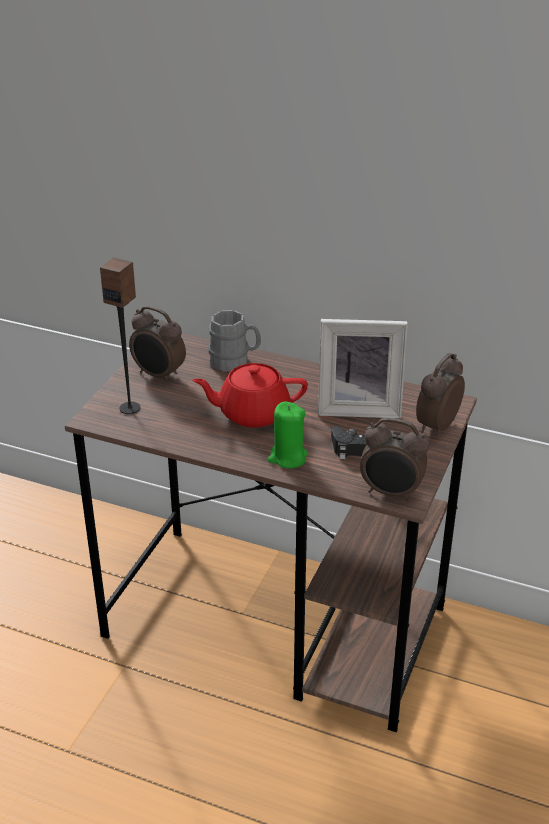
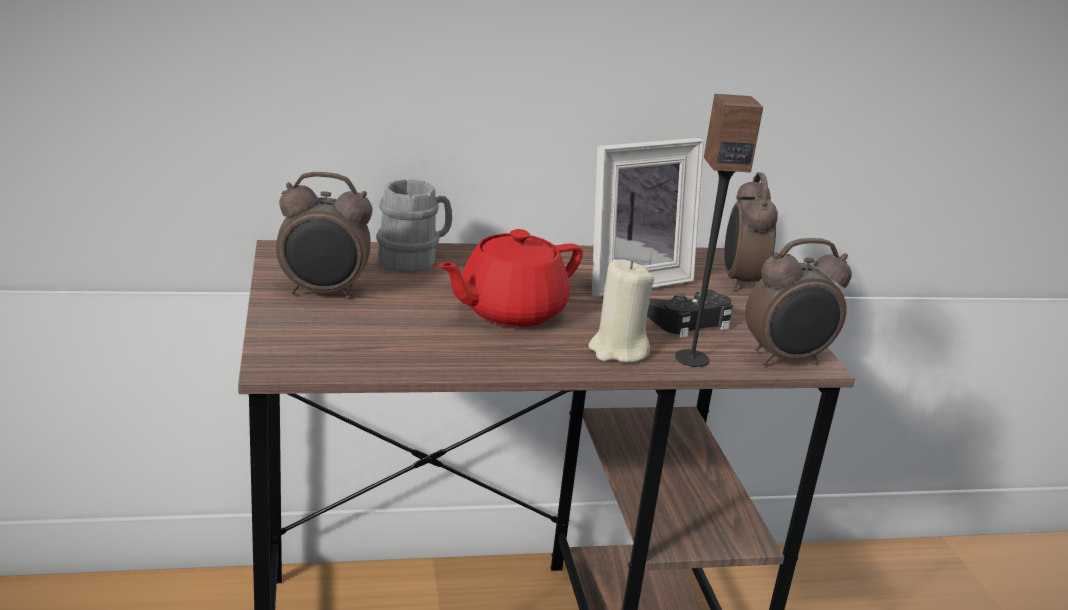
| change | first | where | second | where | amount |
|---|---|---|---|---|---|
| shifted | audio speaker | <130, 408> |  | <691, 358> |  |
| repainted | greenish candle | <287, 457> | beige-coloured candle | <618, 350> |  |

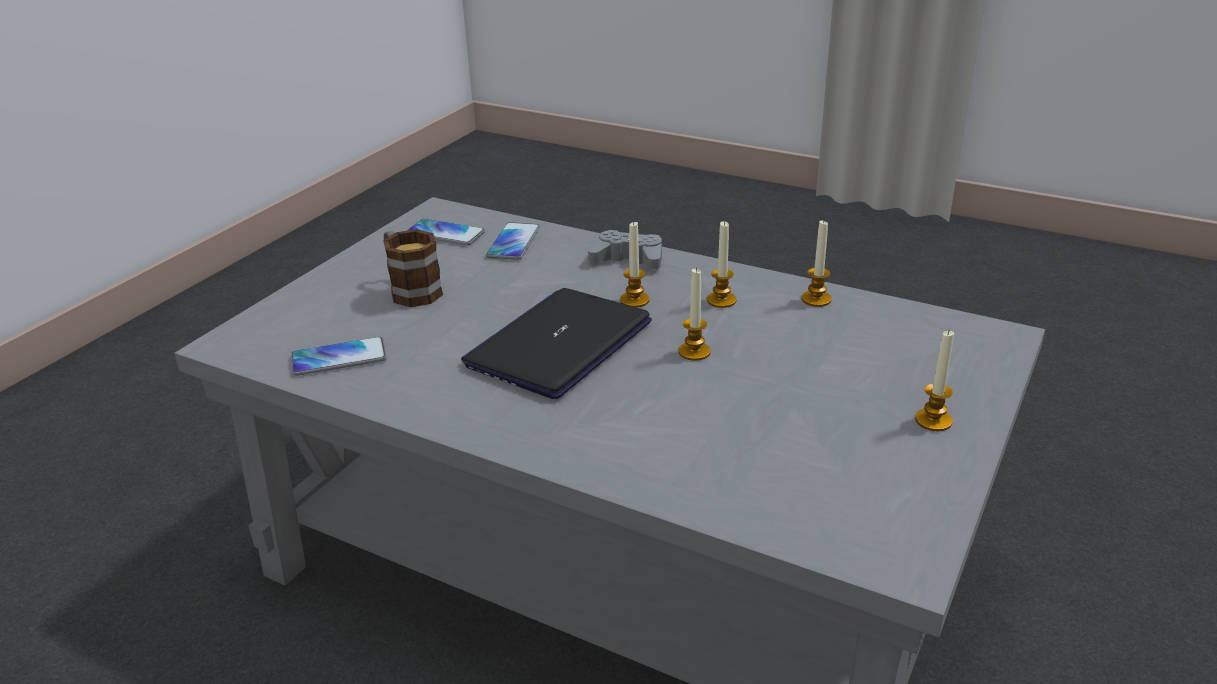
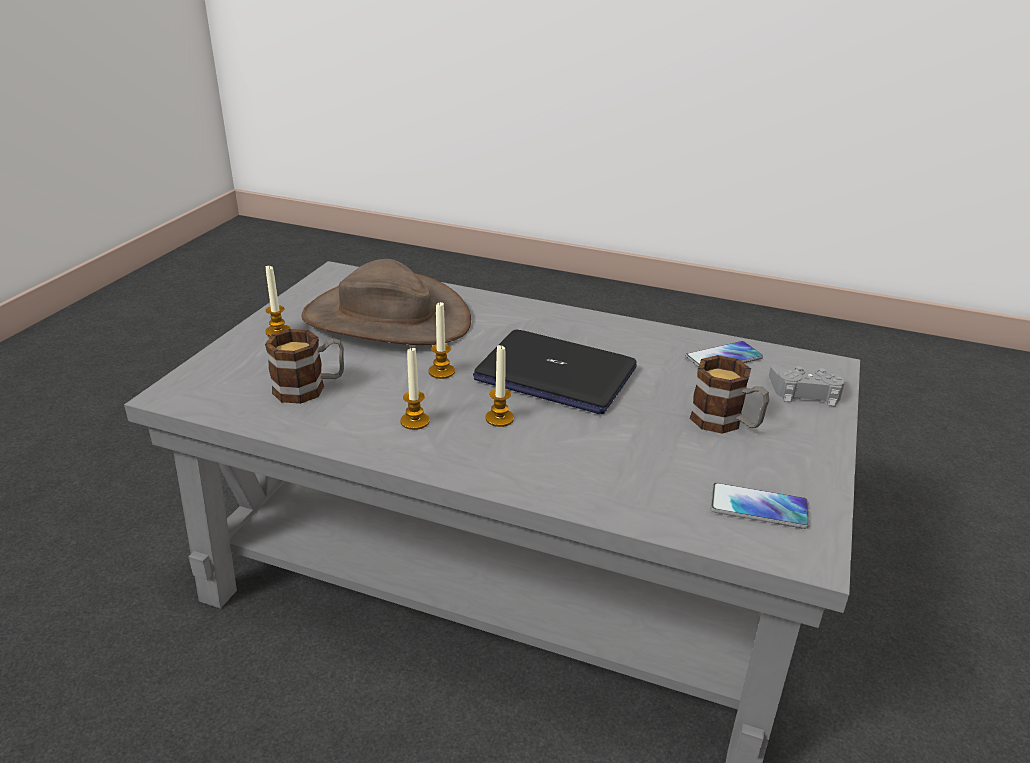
| change | first | where | second | where | amount |
|---|---|---|---|---|---|
| rotated | notebook computer | <559, 344> |  | <554, 374> | 90 degrees clockwise |
| gone | telephone | <513, 242> |  |  |  |
| shifted | grey gamepad | <628, 259> |  | <806, 391> |  |
| gone | candle | <816, 299> |  |  |  |
| new |  |  | tea mug | <310, 388> |  |
| new |  |  | brownish clothing hat | <386, 319> |  |

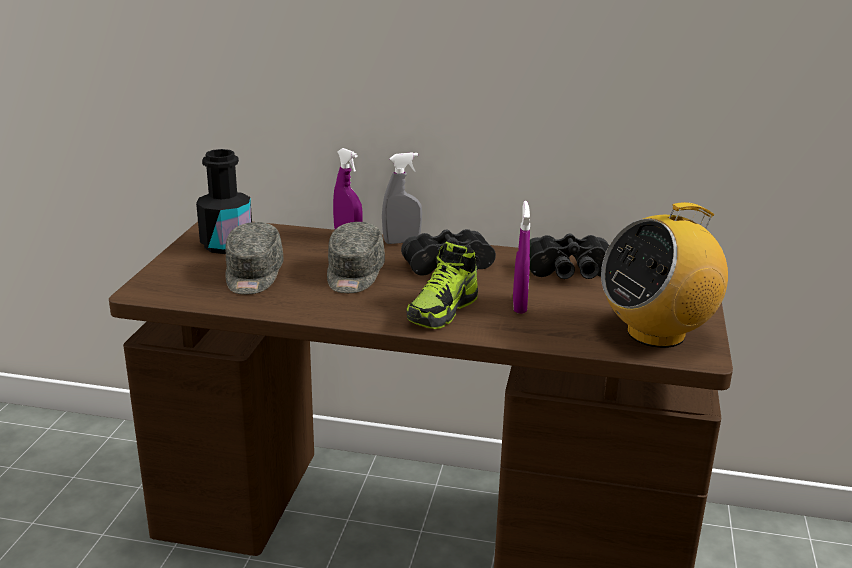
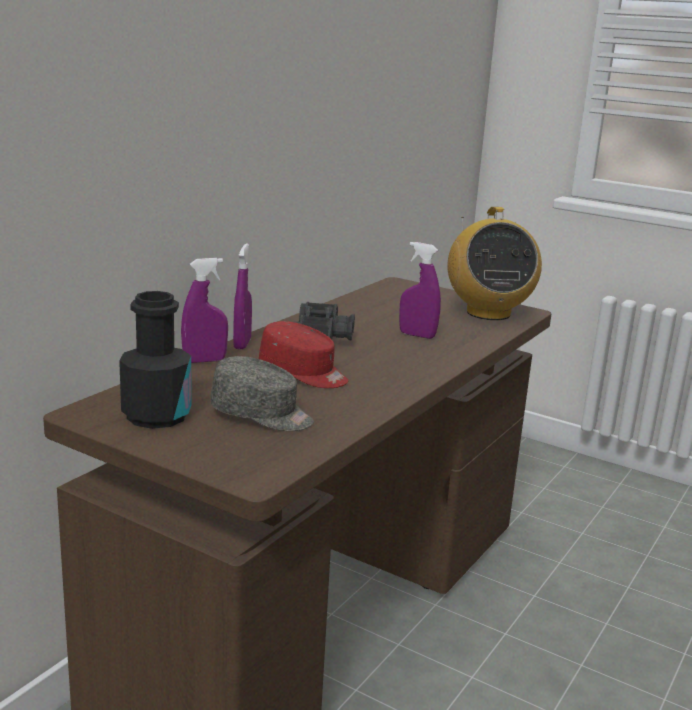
| change | first | where | second | where | amount |
|---|---|---|---|---|---|
| repainted | grey peaked cap | <354, 274> | red peaked cap | <303, 374> |  |
| repainted | grey sprayer | <401, 241> | purple sprayer | <242, 344> |  |
| gone | low shoe | <443, 311> |  |  |  |
| gone | black binoculars | <570, 273> |  |  |  |

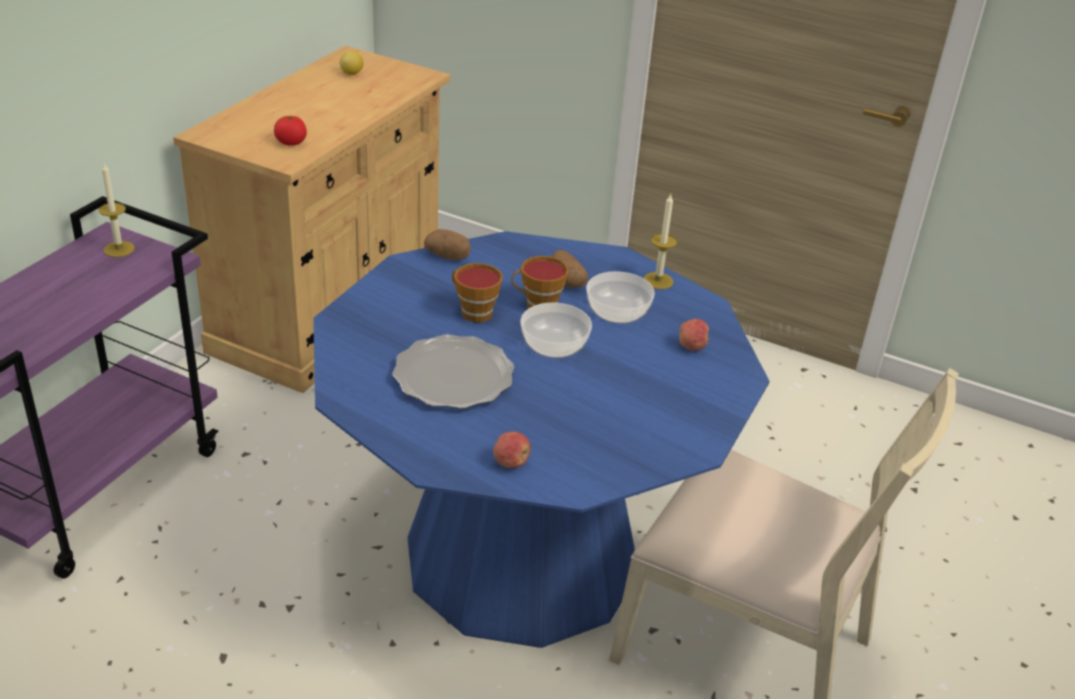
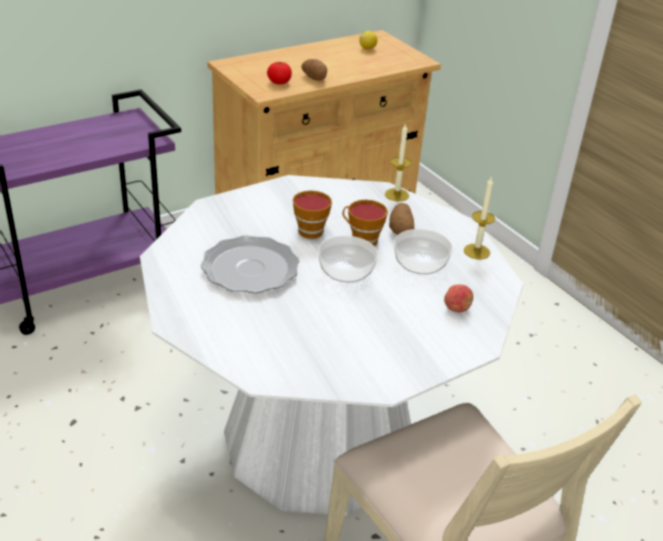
| change | first | where | second | where | amount |
|---|---|---|---|---|---|
| shifted | candle | <119, 249> |  | <396, 195> |  |
| repainted | bluish kitchen table | <522, 554> | white-coloured kitchen table | <319, 438> |  |
| shifted | spud | <448, 256> |  | <315, 78> |  |
| gone | apple | <511, 462> |  |  |  |

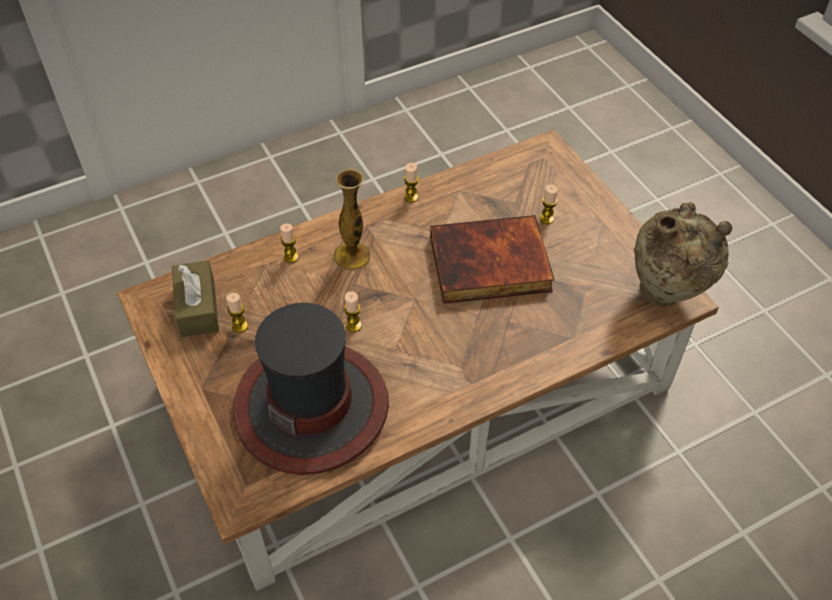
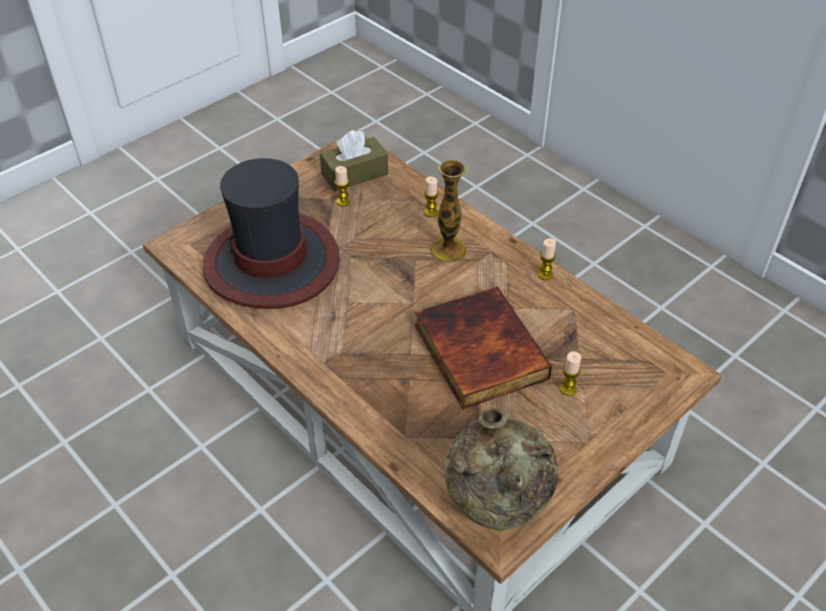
| change | first | where | second | where | amount |
|---|---|---|---|---|---|
| gone | candle | <353, 325> |  |  |  |

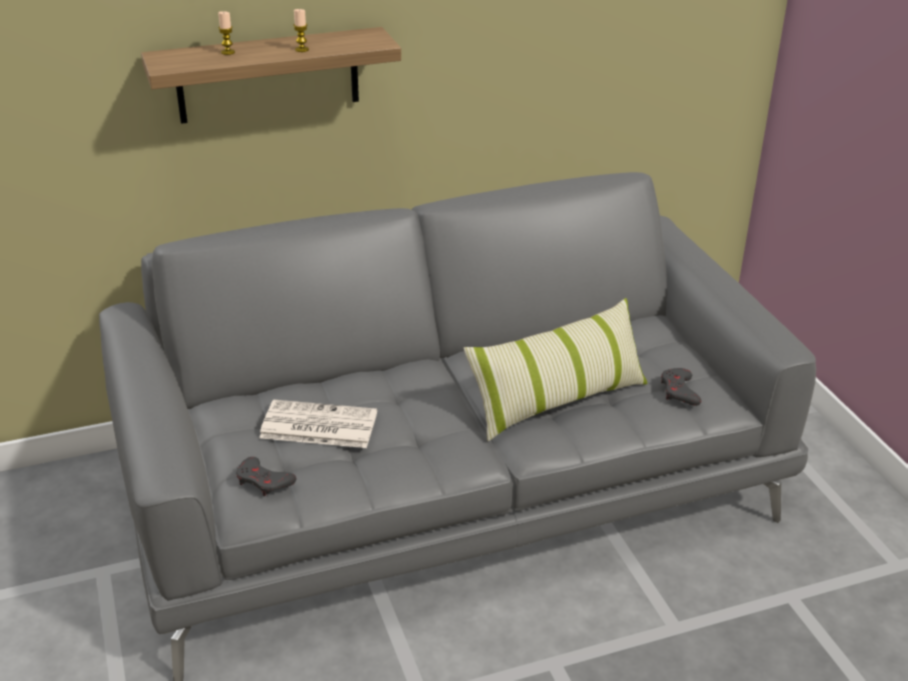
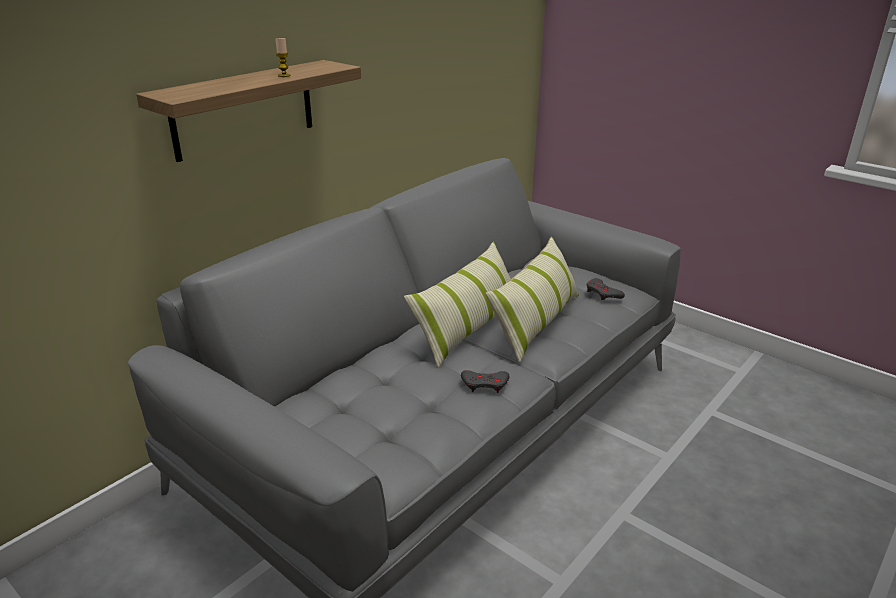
| change | first | where | second | where | amount |
|---|---|---|---|---|---|
| gone | candle | <228, 52> |  |  |  |
| shifted | grey gamepad | <264, 481> |  | <485, 384> |  |
| gone | newspaper | <317, 426> |  |  |  |
| new |  |  | cushion | <468, 328> |  |

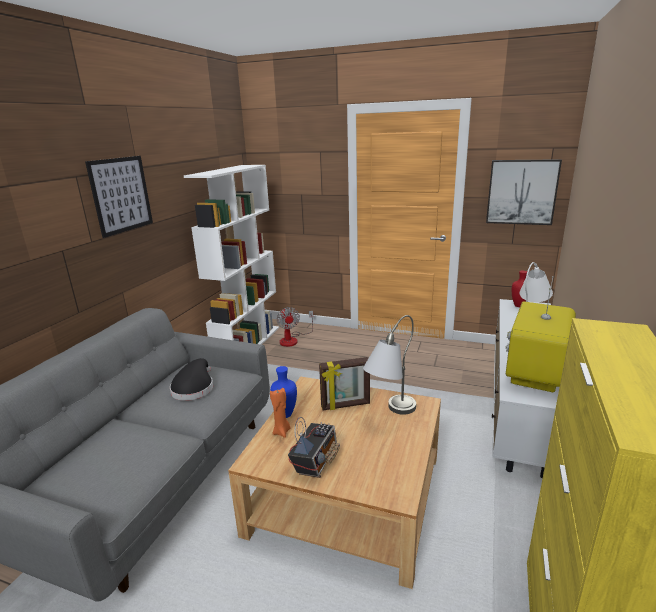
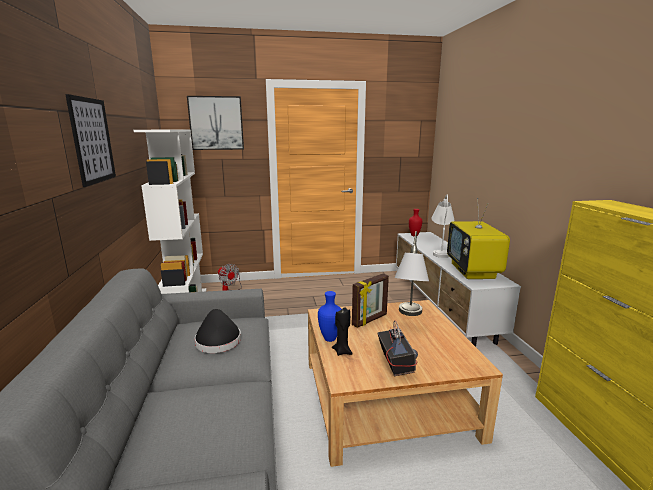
| change | first | where | second | where | amount |
|---|---|---|---|---|---|
| repainted | orange-coloured candle | <282, 432> | black candle | <342, 351> |  |
| shifted | wall picture | <521, 192> |  | <216, 123> |  |

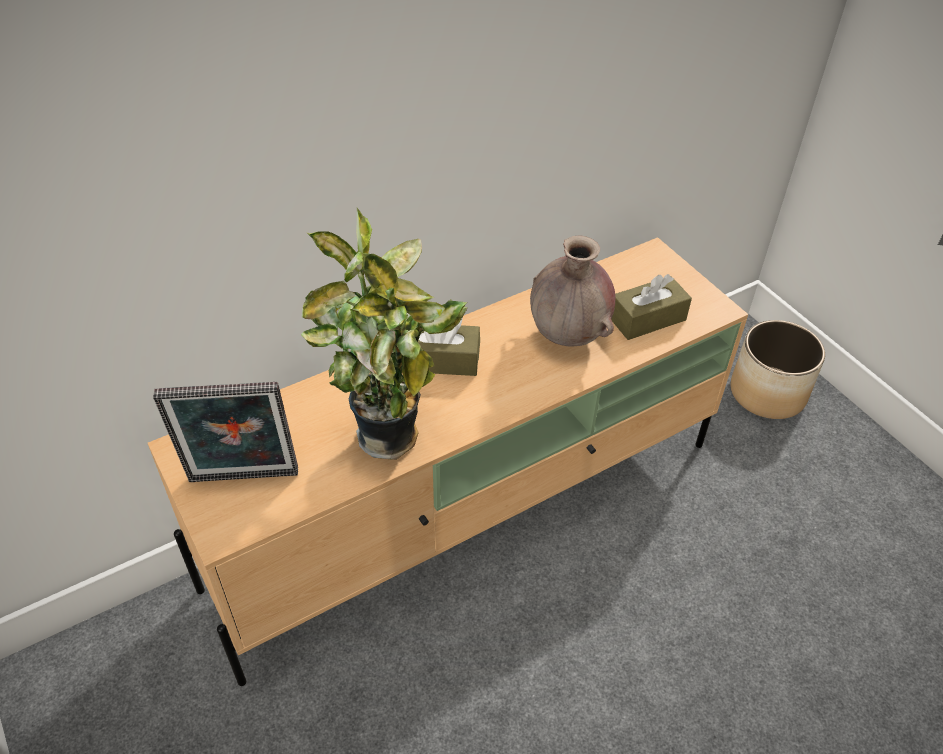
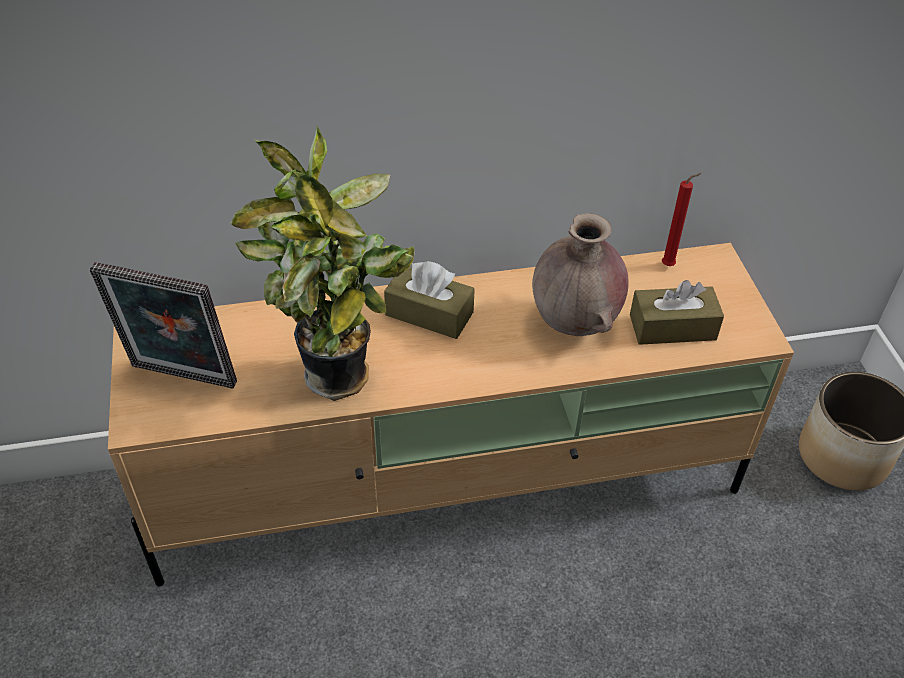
| change | first | where | second | where | amount |
|---|---|---|---|---|---|
| new |  |  | red candle | <670, 265> |  |

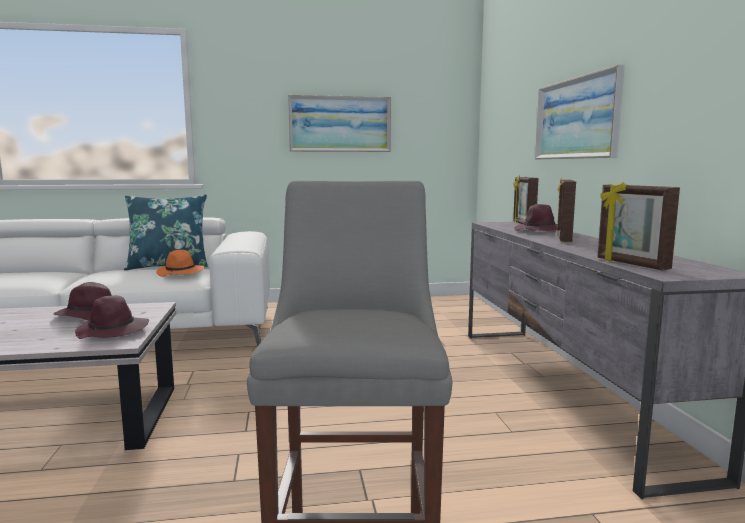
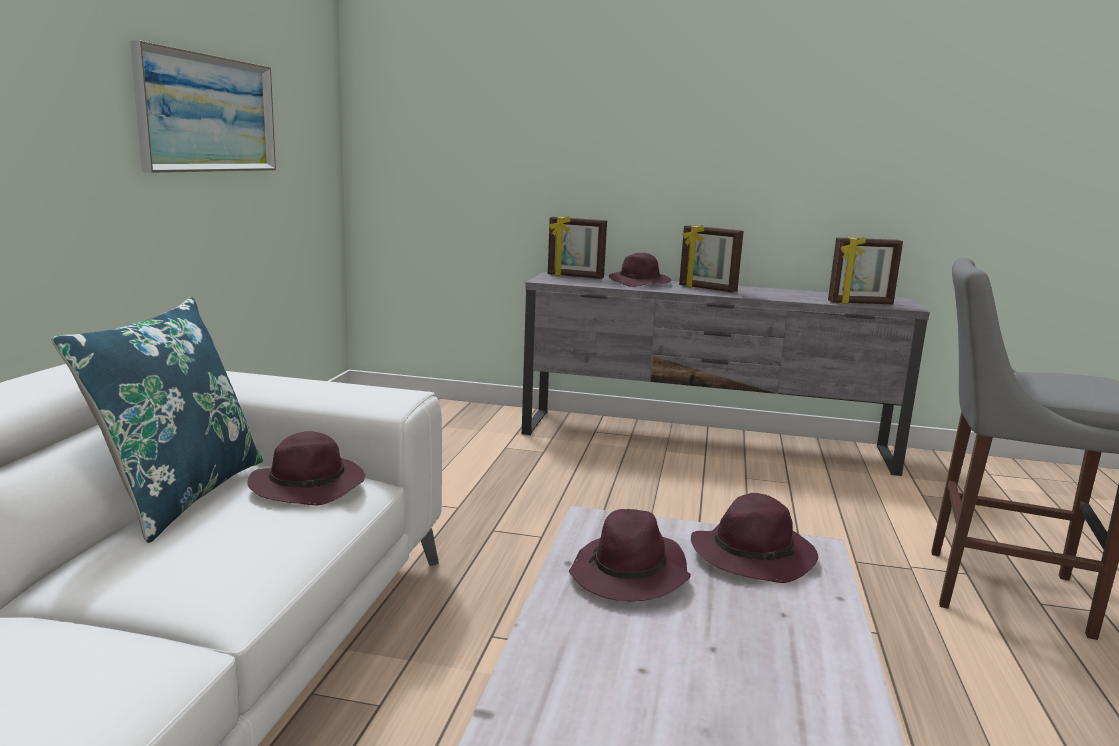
| change | first | where | second | where | amount |
|---|---|---|---|---|---|
| repainted | orange-coloured clothing hat | <181, 273> | purple clothing hat | <310, 486> |  |
| gone | wall picture | <576, 118> |  |  |  |

